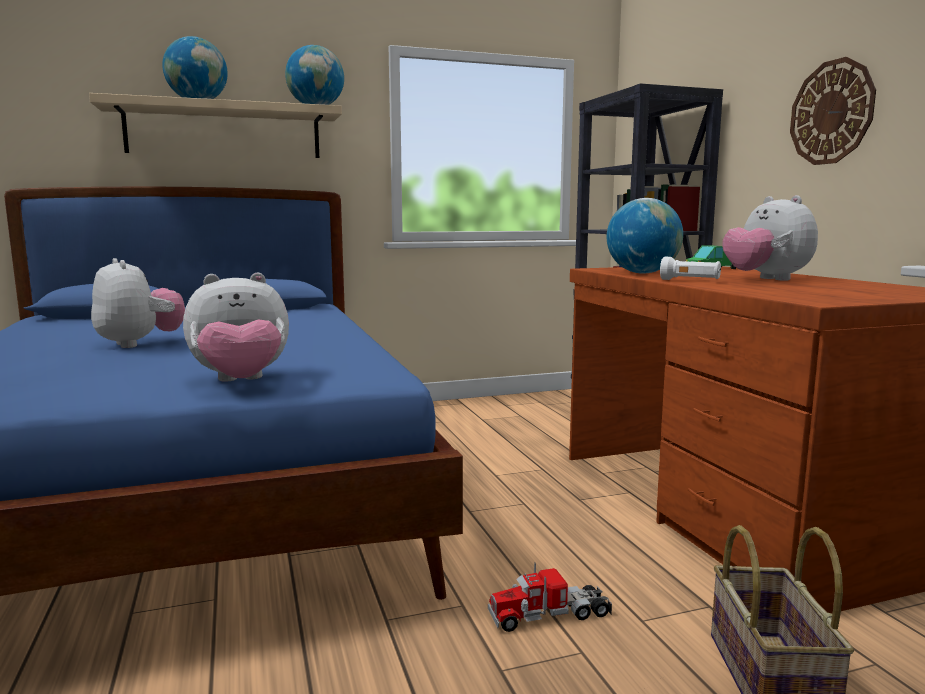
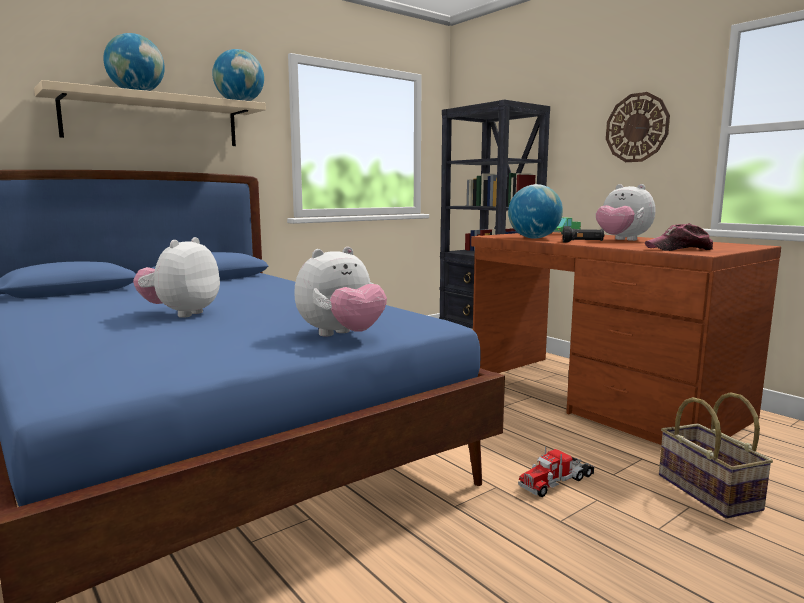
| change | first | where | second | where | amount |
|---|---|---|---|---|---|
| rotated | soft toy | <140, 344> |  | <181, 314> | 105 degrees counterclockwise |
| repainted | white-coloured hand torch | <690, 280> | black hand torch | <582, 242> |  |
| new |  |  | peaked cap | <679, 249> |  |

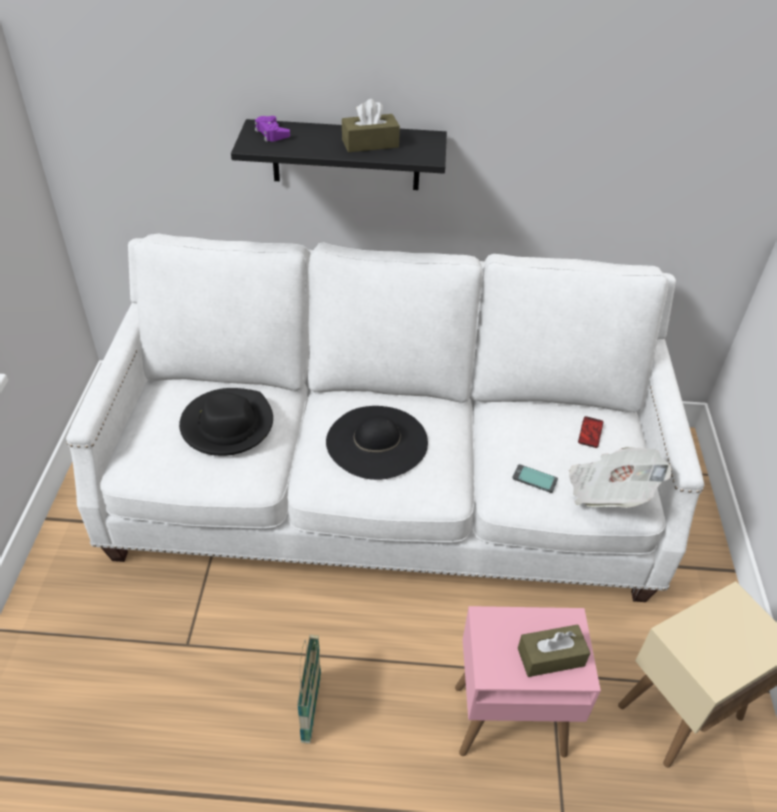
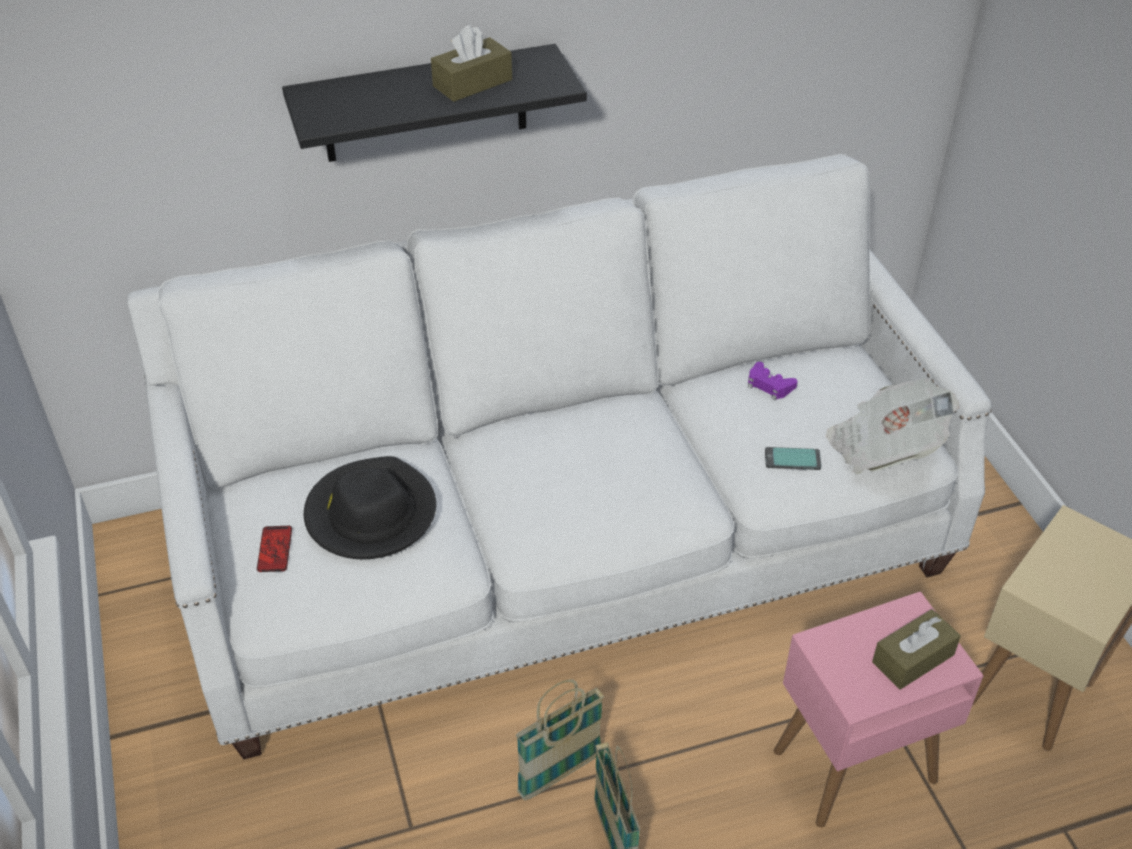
| change | first | where | second | where | amount |
|---|---|---|---|---|---|
| shifted | purple gamepad | <271, 133> |  | <769, 385> |  |
| gone | black clothing hat | <377, 442> |  |  |  |
| shifted | telephone | <590, 432> |  | <275, 549> |  |
| new |  |  | household basket | <560, 774> |  |

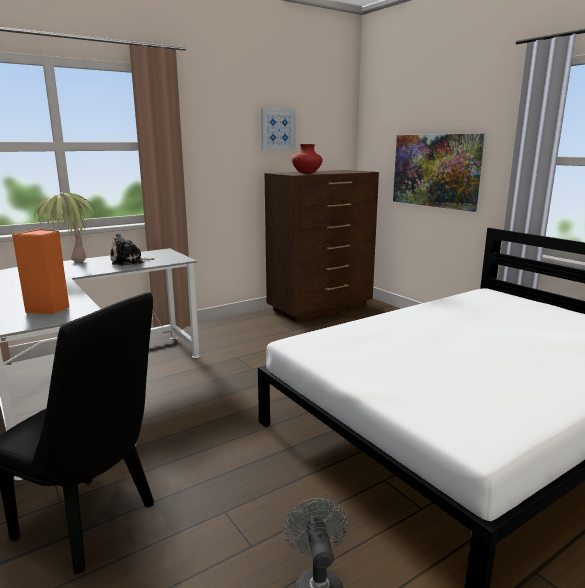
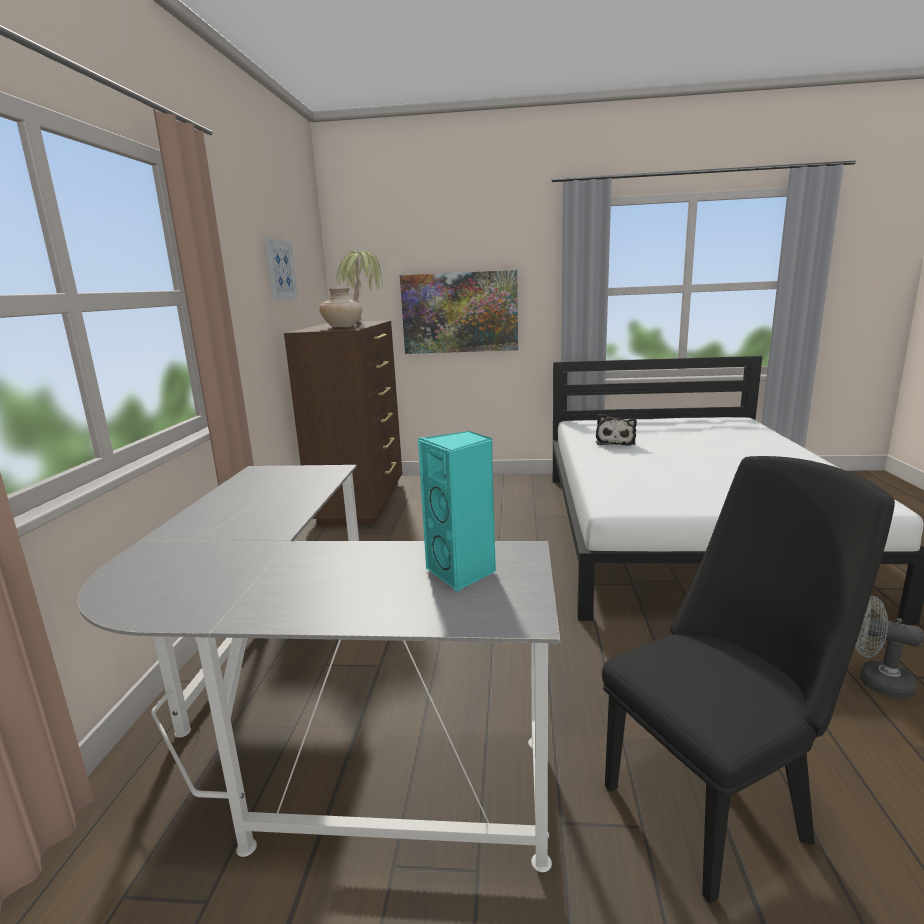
| change | first | where | second | where | amount |
|---|---|---|---|---|---|
| repainted | orange-coloured audio speaker | <49, 309> | blue-green audio speaker | <463, 573> |  |
| shifted | plant in a pot | <71, 265> |  | <364, 323> |  |
| shifted | soft toy | <129, 262> |  | <615, 442> |  |
| repainted | red vase | <307, 173> | beige-coloured vase | <343, 327> |  |

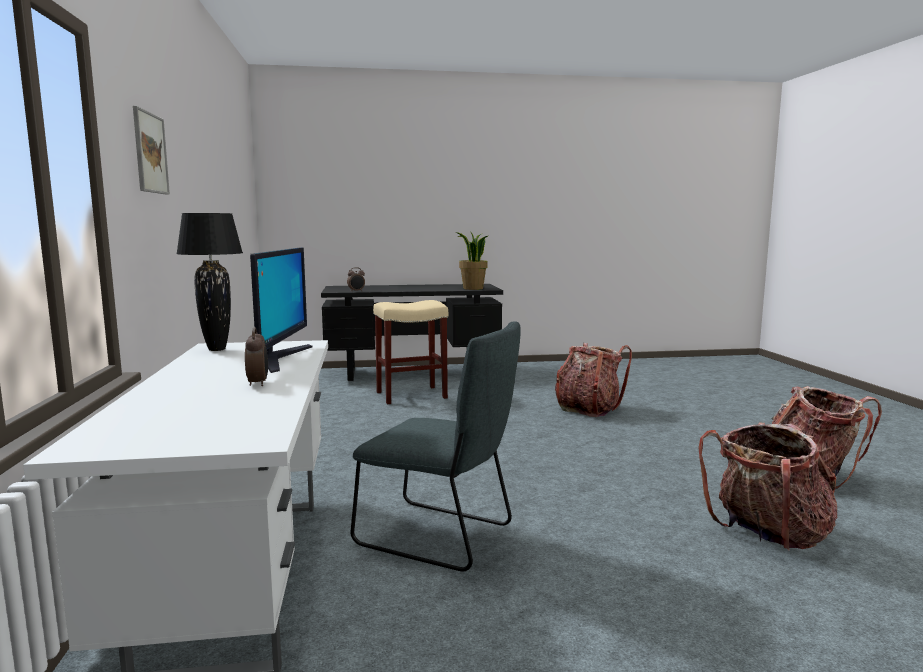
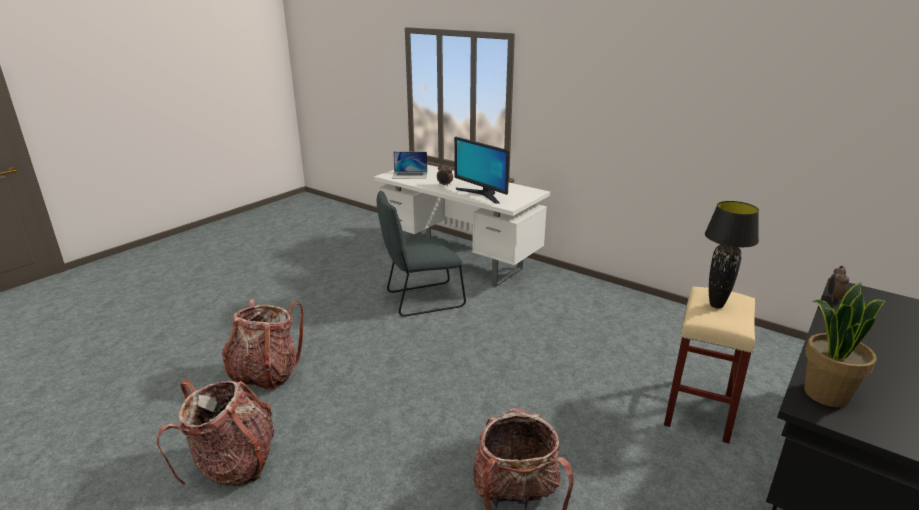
| change | first | where | second | where | amount |
|---|---|---|---|---|---|
| gone | wall picture | <150, 153> |  |  |  |
| shifted | black table lamp | <217, 349> |  | <716, 305> |  |
| new |  |  | notebook computer | <410, 175> |  |

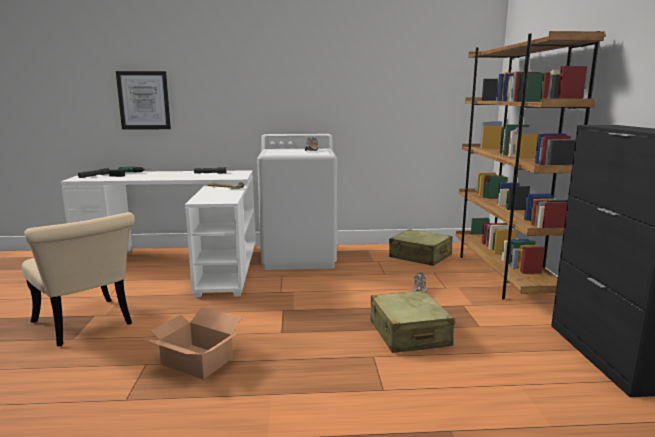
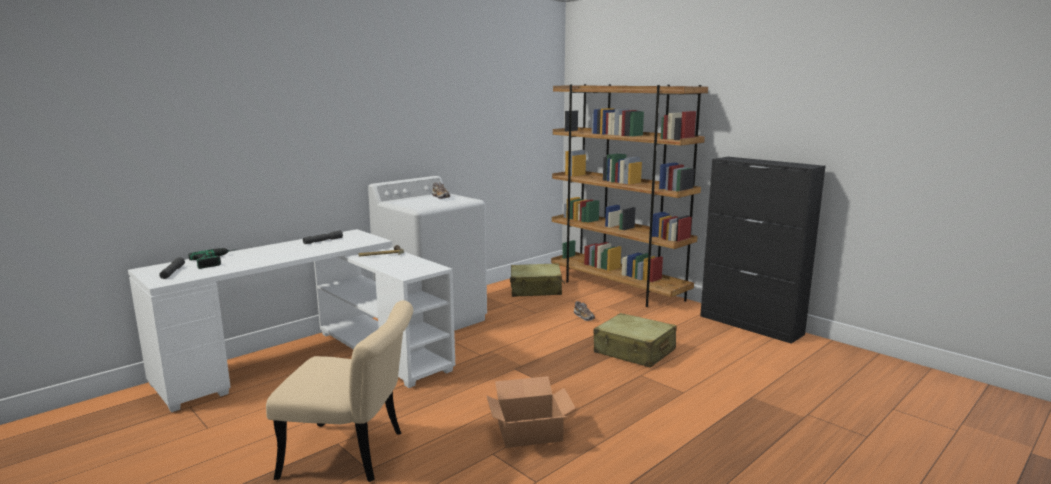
| change | first | where | second | where | amount |
|---|---|---|---|---|---|
| gone | wall picture | <144, 100> |  |  |  |

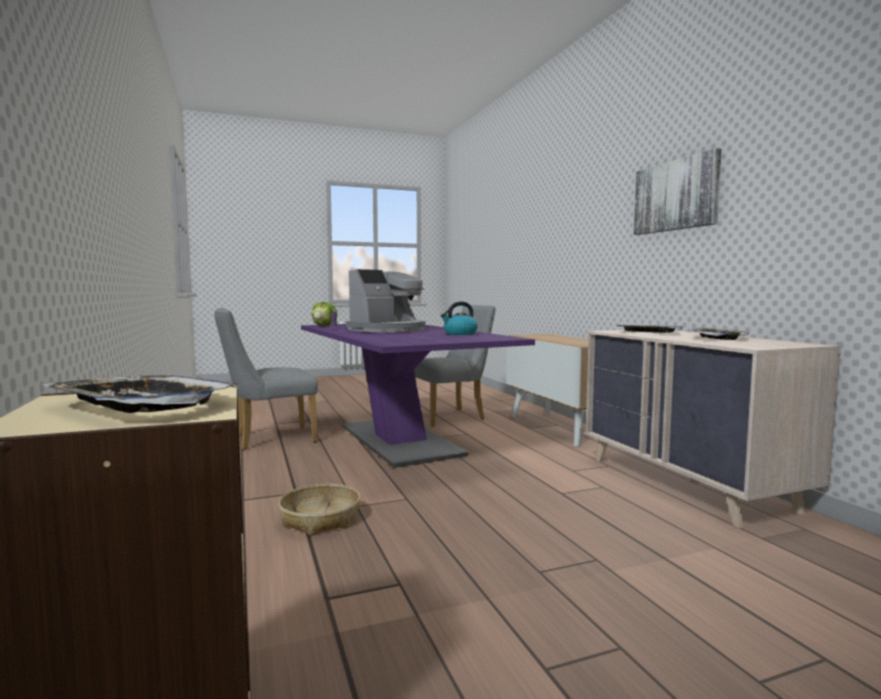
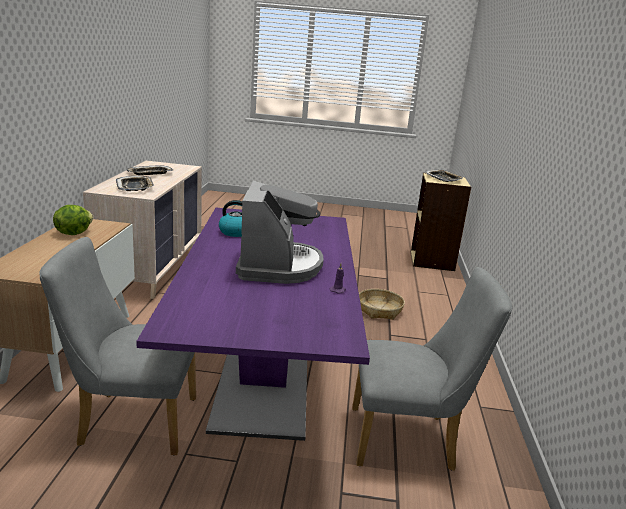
| change | first | where | second | where | amount |
|---|---|---|---|---|---|
| shifted | head of lettuce | <324, 325> |  | <73, 233> |  |
| rotated | coffee maker | <388, 330> |  | <278, 266> | 105 degrees clockwise |
| gone | wall picture | <676, 195> |  |  |  |

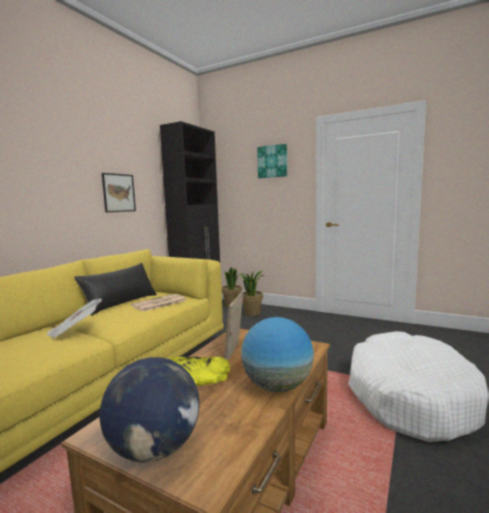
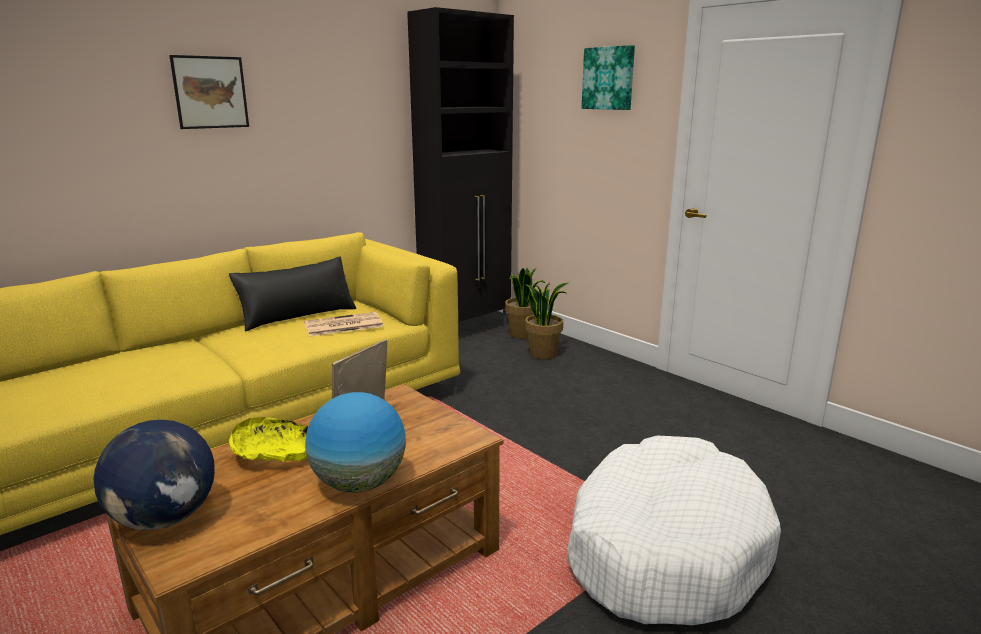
| change | first | where | second | where | amount |
|---|---|---|---|---|---|
| gone | newspaper | <75, 331> |  |  |  |
| shifted | wall picture | <119, 193> |  | <210, 92> |  |

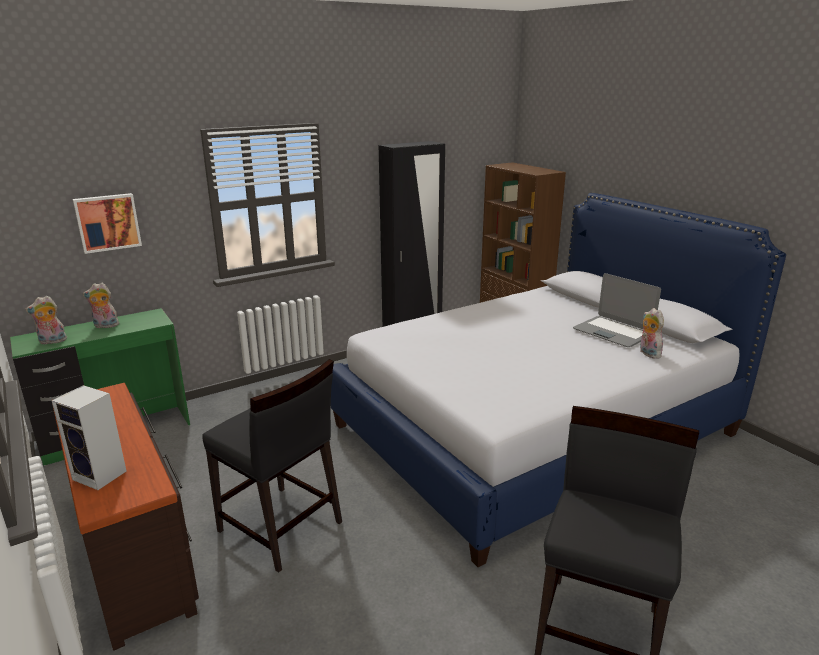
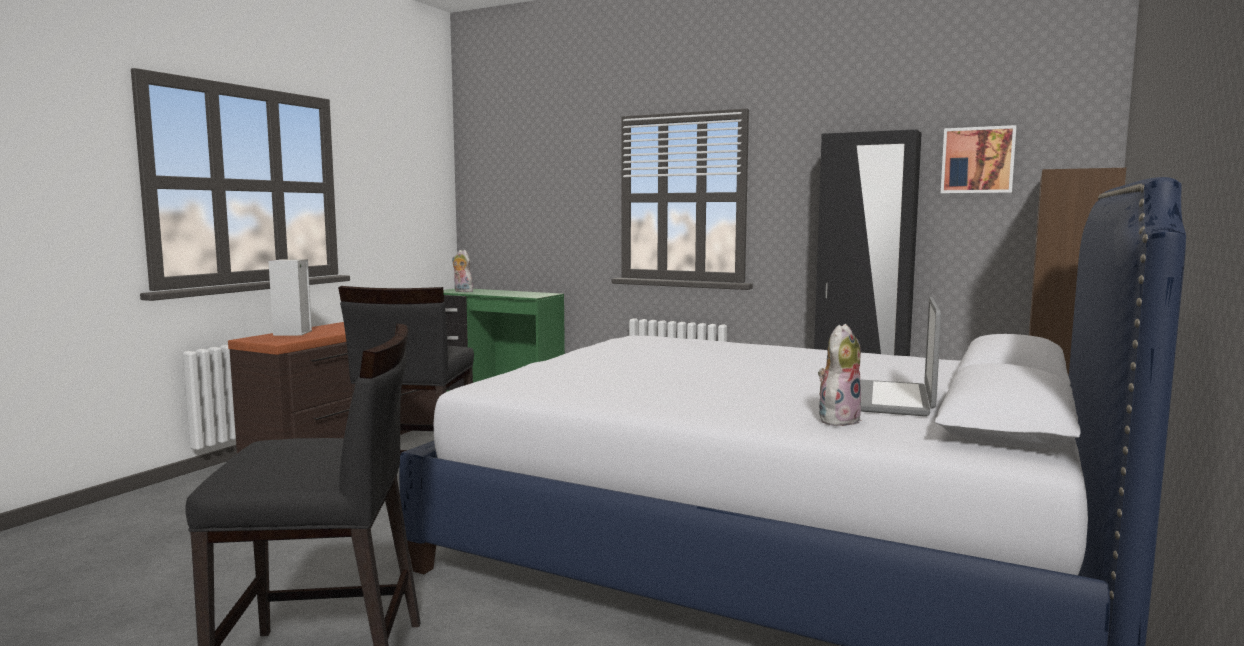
| change | first | where | second | where | amount |
|---|---|---|---|---|---|
| shifted | wall picture | <107, 222> |  | <978, 160> |  |
| gone | soft toy | <105, 326> |  |  |  |

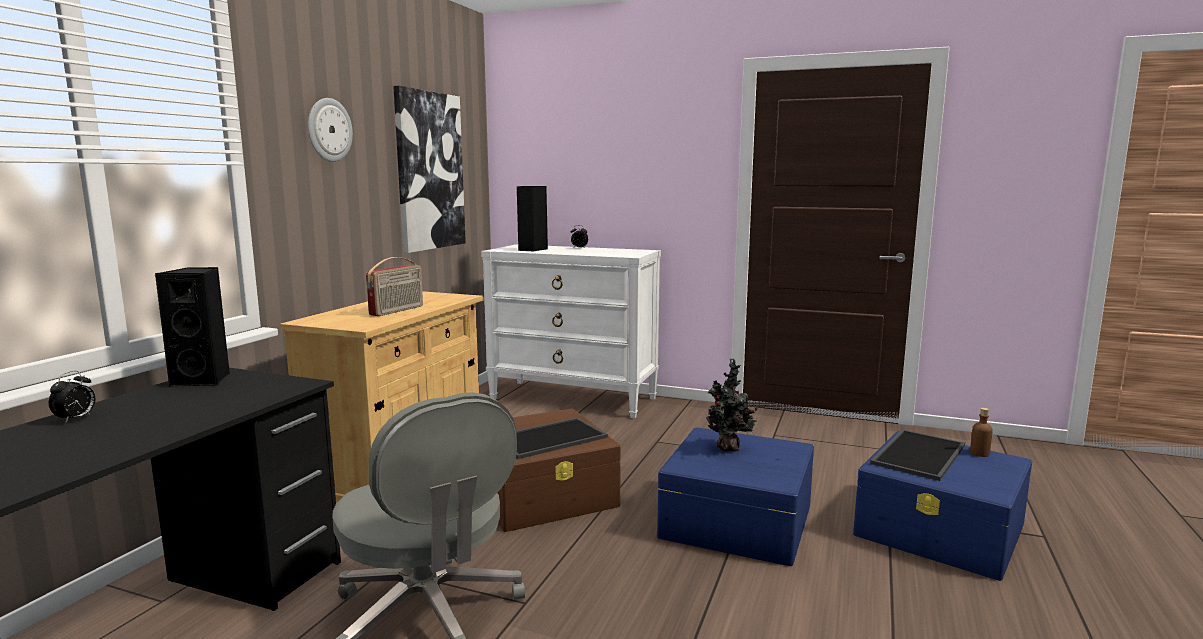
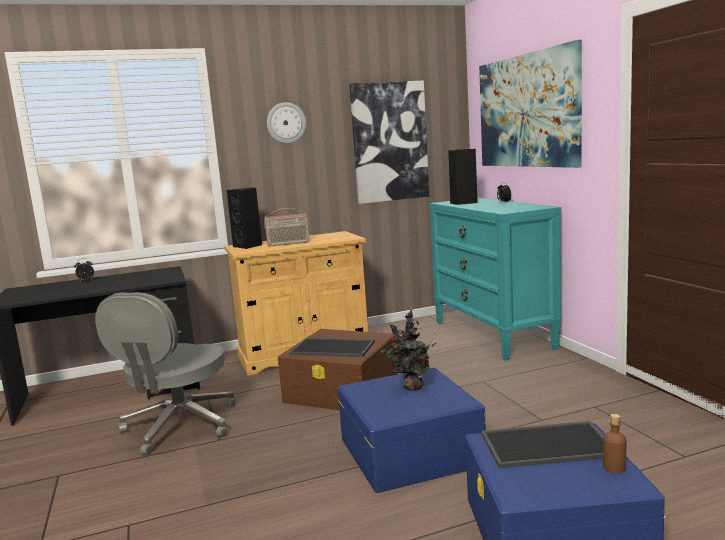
| change | first | where | second | where | amount |
|---|---|---|---|---|---|
| shifted | black audio speaker | <204, 380> |  | <248, 246> |  |
| repainted | white-coloured chest of drawers | <573, 398> | blue-green chest of drawers | <493, 335> |  |
| new |  |  | wall picture | <527, 111> |  |

